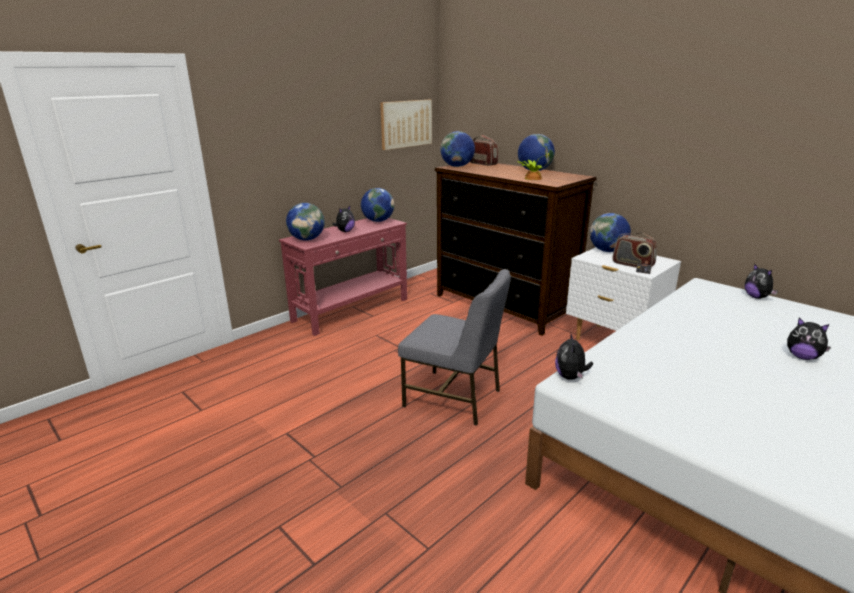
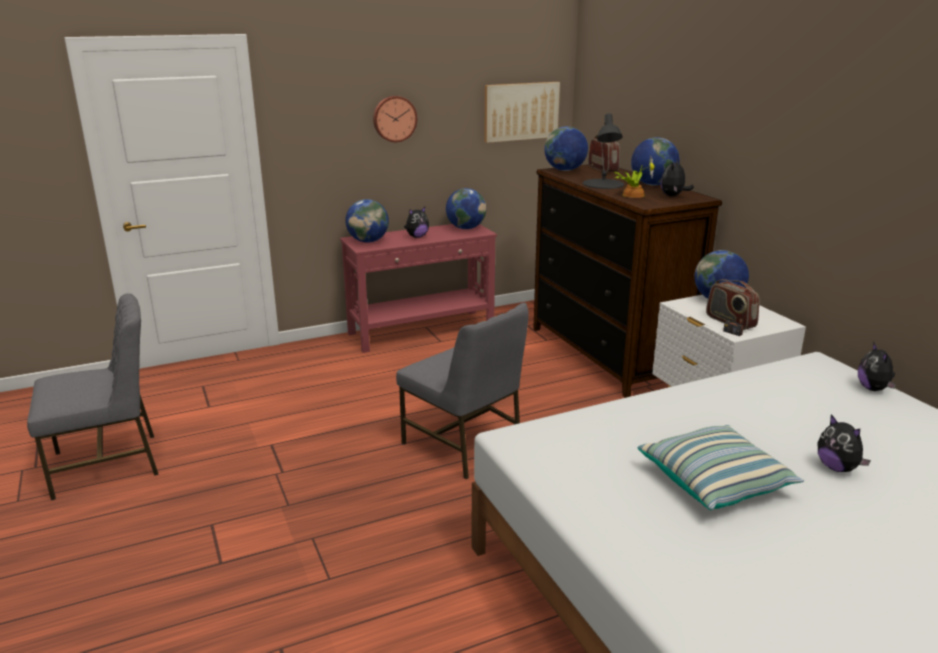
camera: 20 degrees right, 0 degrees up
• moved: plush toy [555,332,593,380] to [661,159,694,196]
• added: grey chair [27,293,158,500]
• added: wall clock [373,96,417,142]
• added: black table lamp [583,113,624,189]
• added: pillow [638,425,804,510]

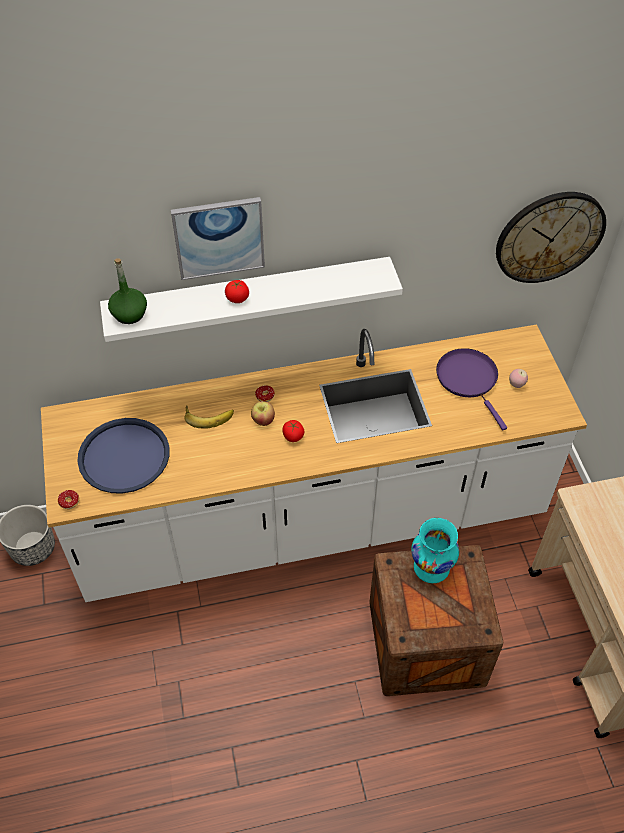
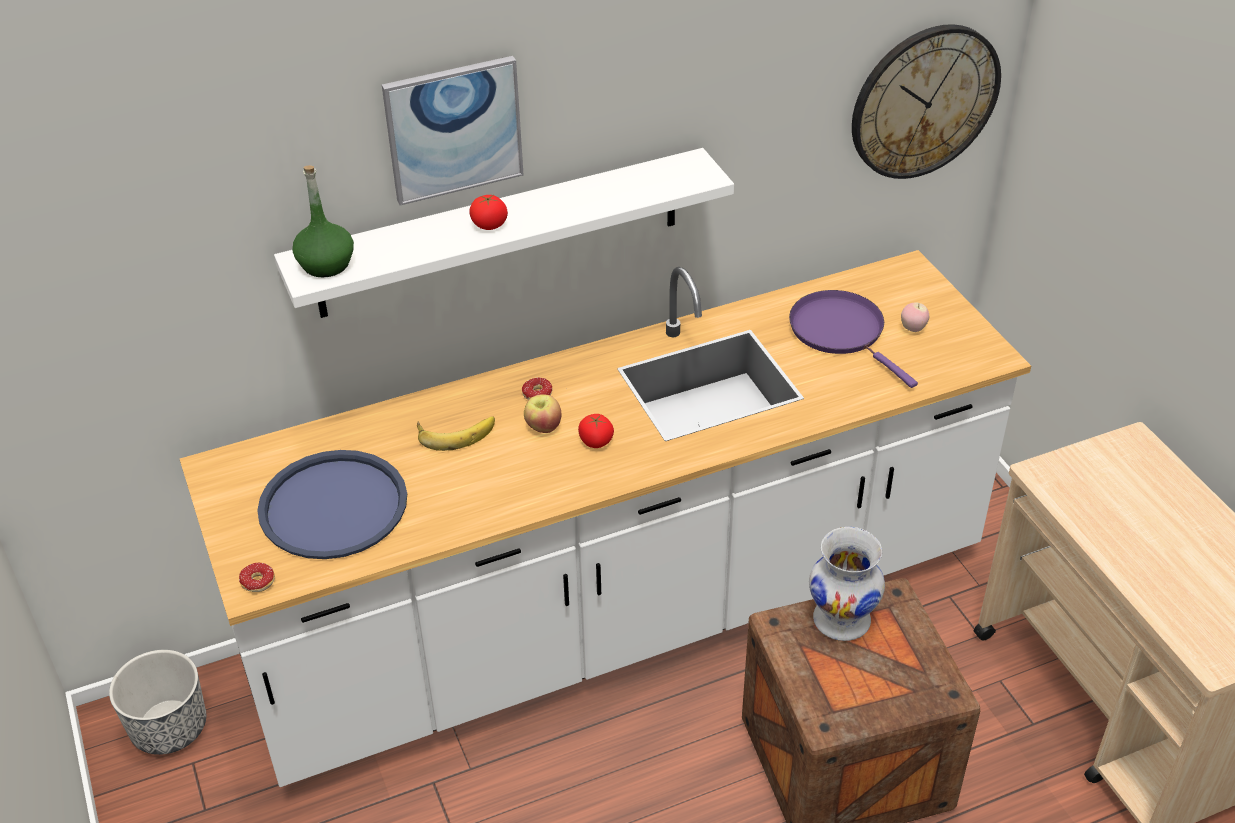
camera: 10 degrees left, 10 degrees down
• recoloured: turquoise vase [411,518,459,583] to white vase [809,527,885,641]

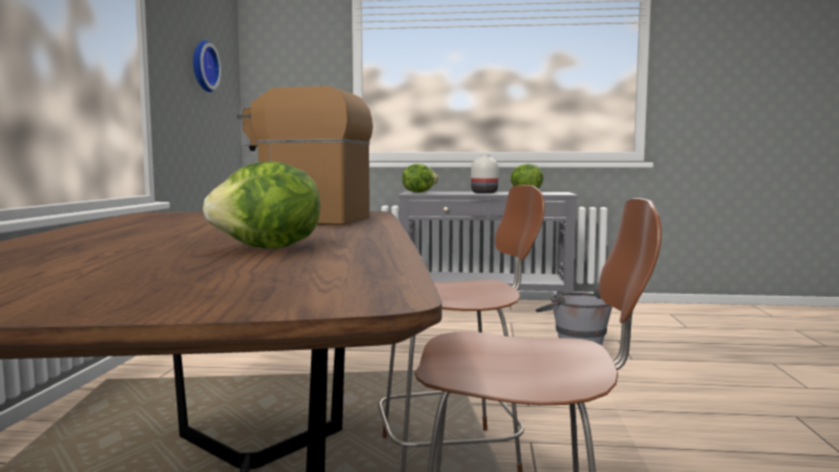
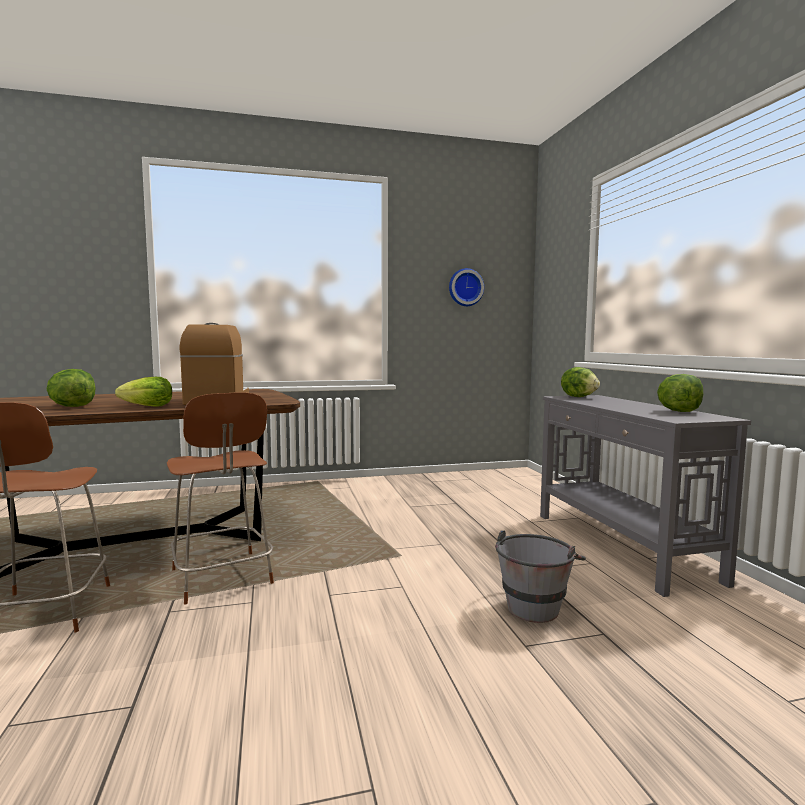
camera: 70 degrees right, 0 degrees up
• removed: white vase [471,155,499,194]
• added: lettuce [115,377,172,407]

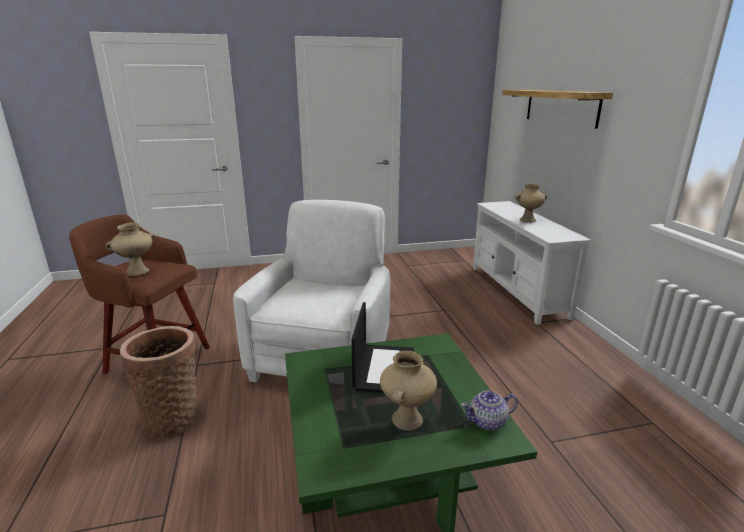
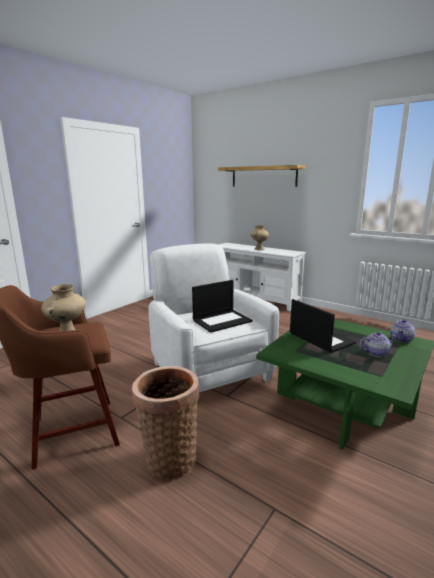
camera: 40 degrees left, 5 degrees down
• replaced: beige vase [380,351,437,431] to teapot [359,332,396,357]
• added: laptop [192,280,253,333]

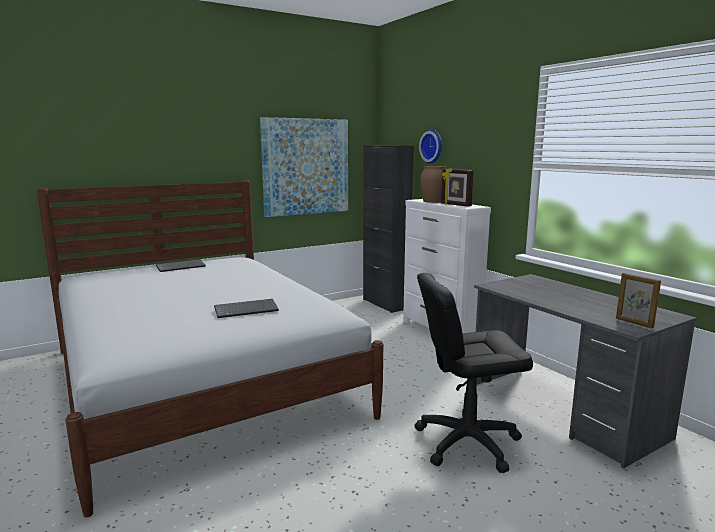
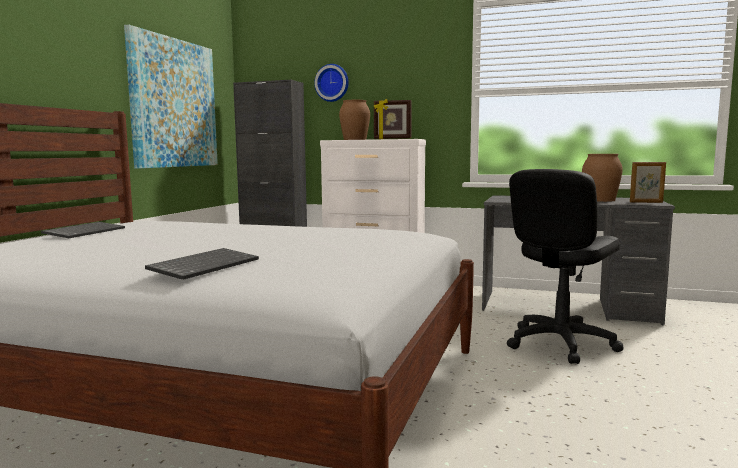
camera: 40 degrees left, 5 degrees down
• moved: keyboard [214,299,279,318] to [145,248,259,280]
• added: brown vase [582,154,623,202]

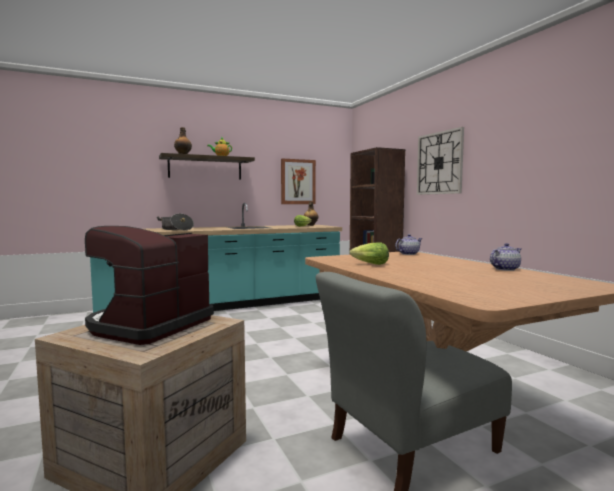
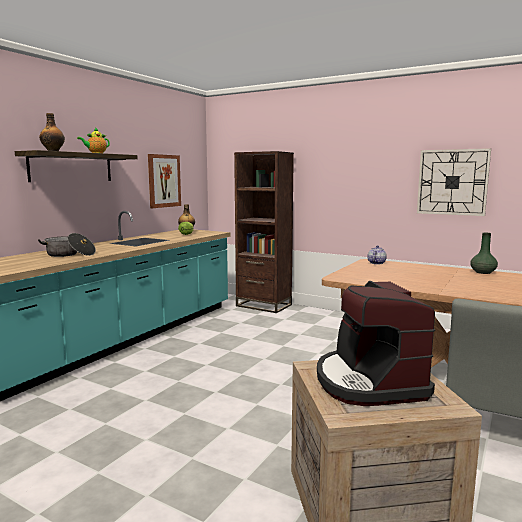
camera: 35 degrees left, 5 degrees up
• removed: lettuce [350,242,389,265]
• moved: wall clock [417,127,464,195] to [417,148,491,216]
• replaced: teapot [490,243,521,271] to green vase [470,233,498,274]

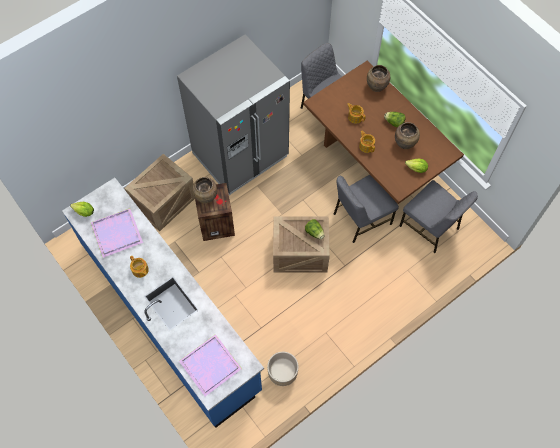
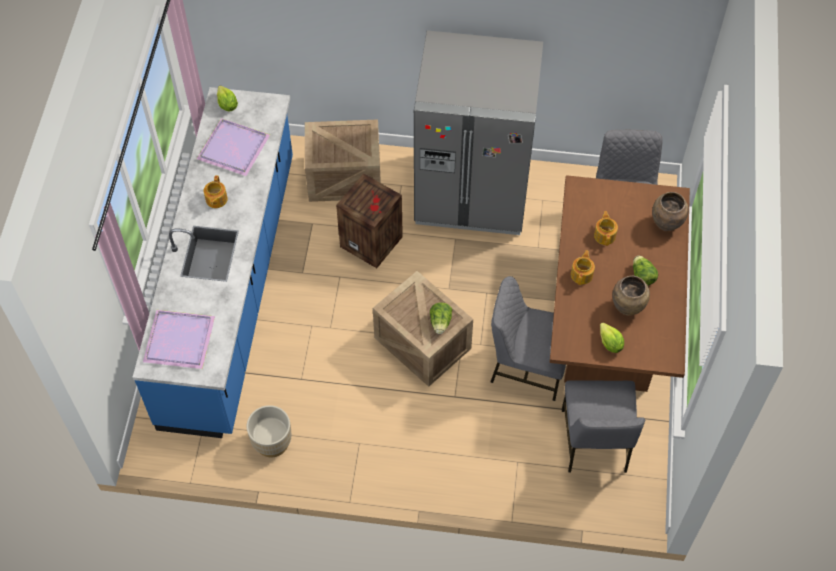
camera: 45 degrees right, 5 degrees down
• removed: brown vase [192,177,217,204]

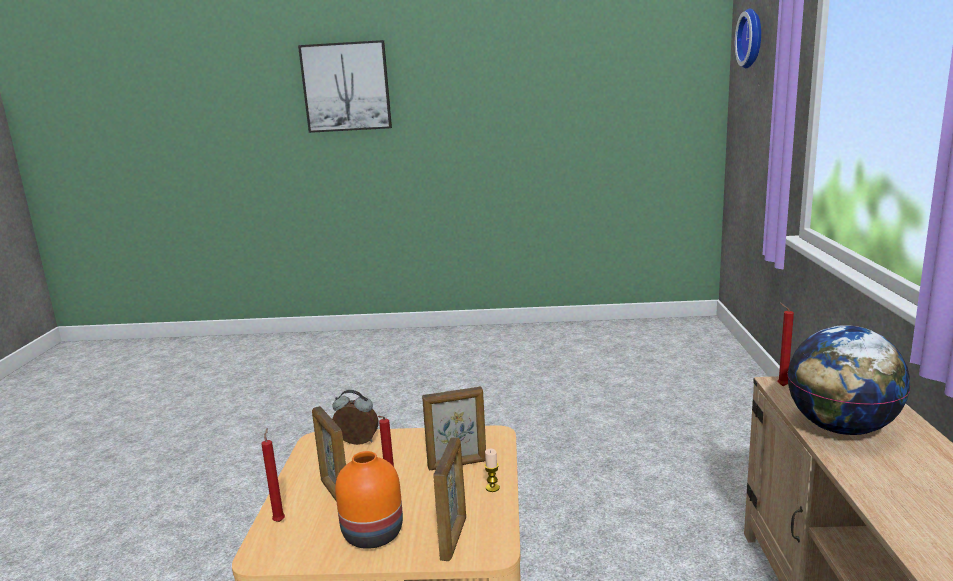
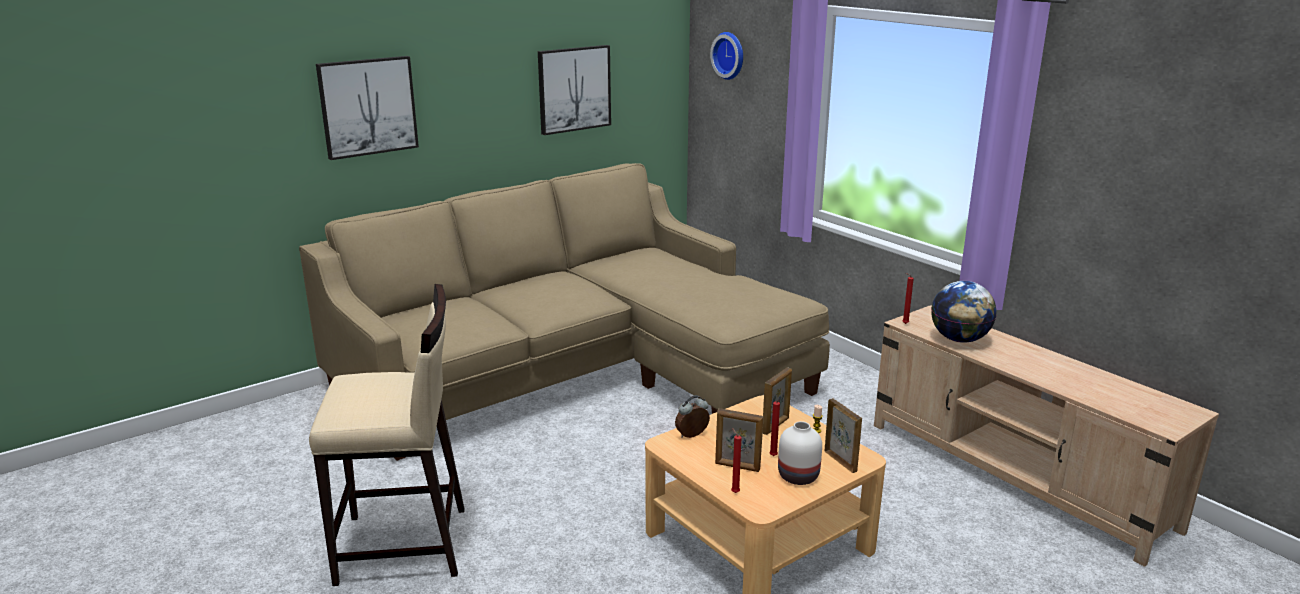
camera: 40 degrees left, 5 degrees up
• recoloured: orange vase [335,451,403,549] to white vase [778,421,822,485]
• added: beige sofa [299,163,830,461]
• added: beige stool [309,284,465,586]
• added: picture [538,45,611,135]

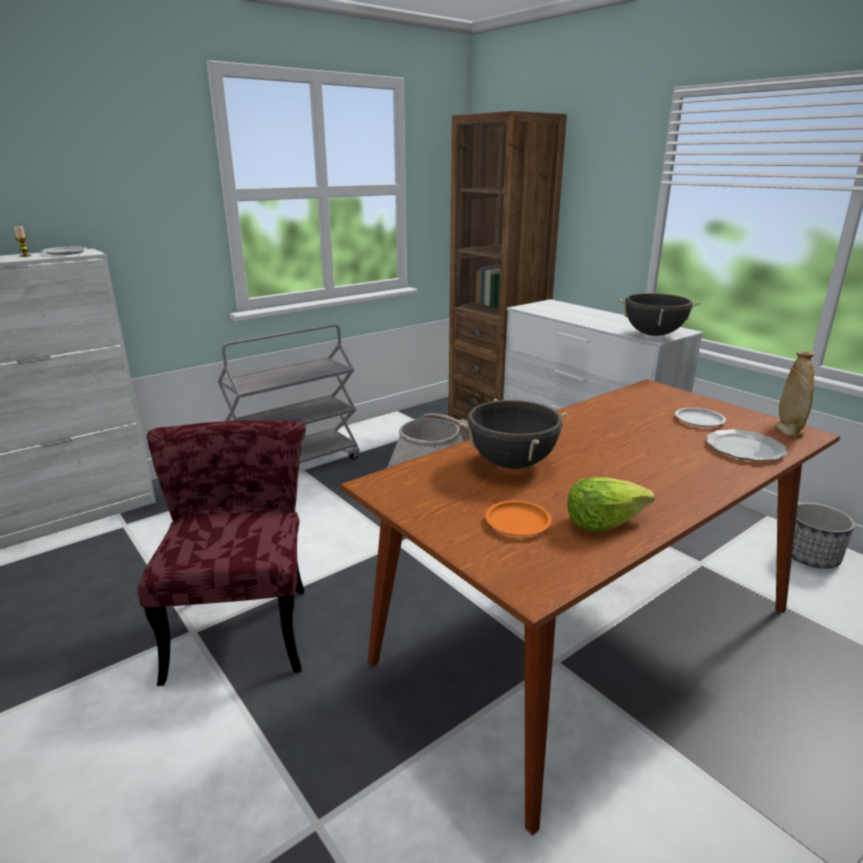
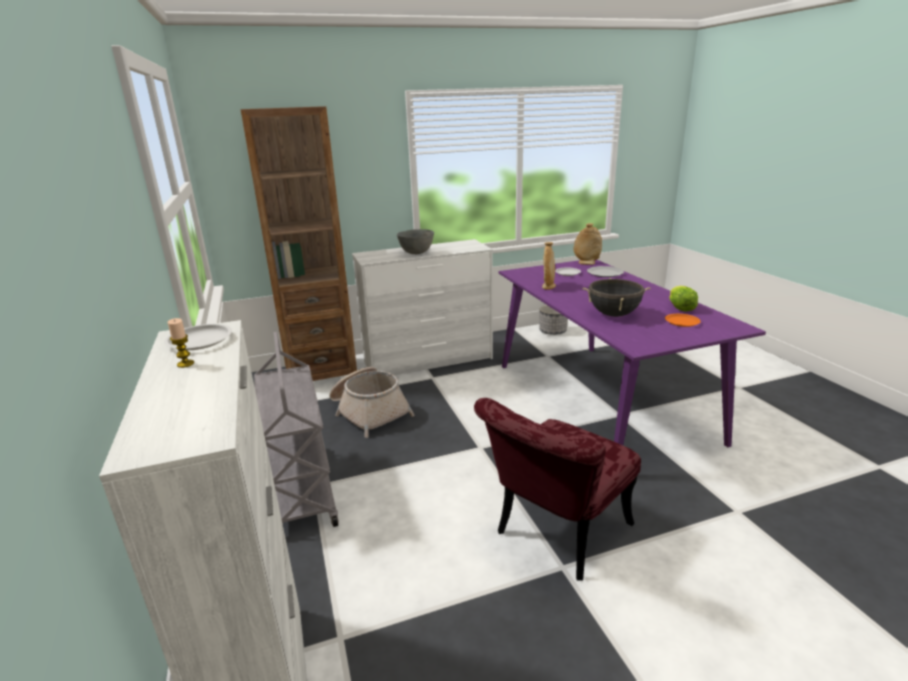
camera: 70 degrees left, 0 degrees up
• turned: red chair [138,420,306,686] = [474,398,641,581] 60 degrees counterclockwise
• recoloured: brown dining table [341,379,840,835] to purple dining table [499,260,766,447]
• removed: black cooking pot [617,293,701,336]
• added: grey bowl [397,229,434,254]
• added: beige vase [542,242,556,290]

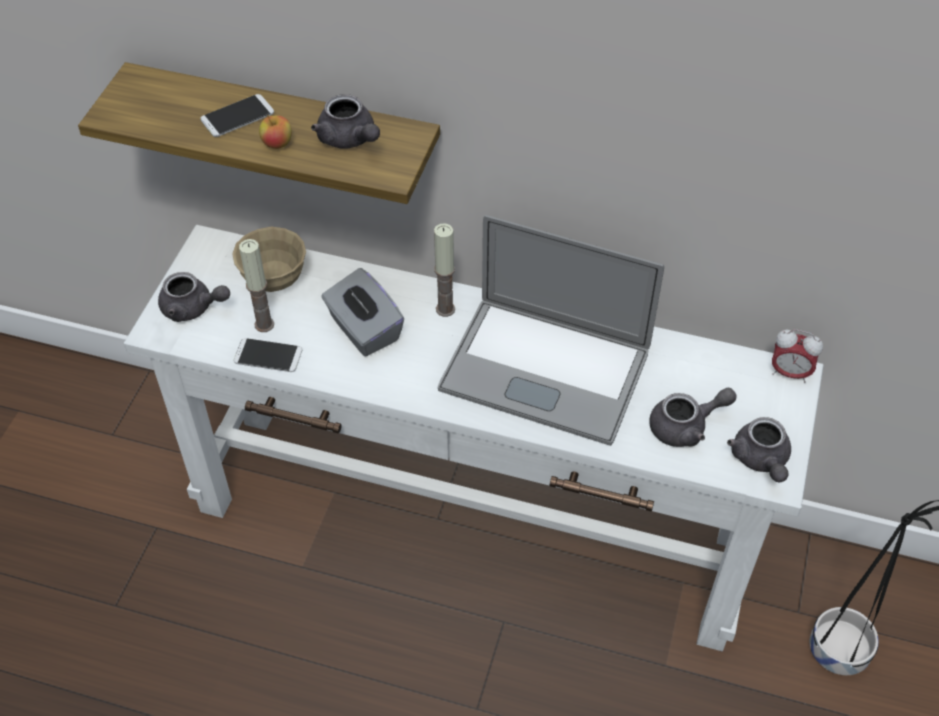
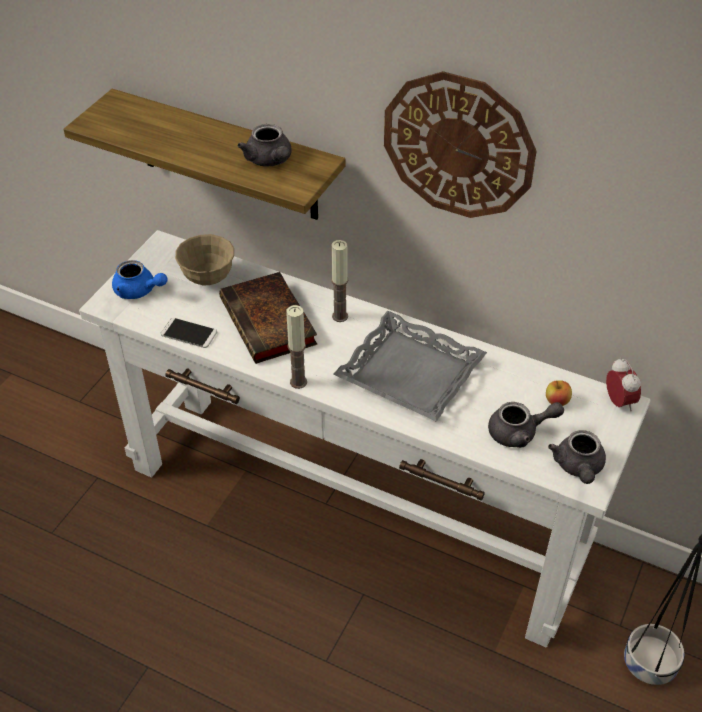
camera: 10 degrees right, 5 degrees down
• recoloured: grey teapot [158,272,230,322] to blue teapot [112,260,168,299]
• removed: phone [200,94,274,137]
• moved: candle [239,239,274,332] to [286,305,307,389]
• moved: apple [259,115,292,149] to [546,380,572,406]
• replaced: grey tissue box [321,268,404,356] to book [219,272,317,364]
• replaced: laptop [438,215,664,446] to grey tray [333,311,487,422]
• turned: alarm clock [772,329,823,383] = [606,358,641,411] 135 degrees counterclockwise
• added: wall clock [384,71,537,218]

